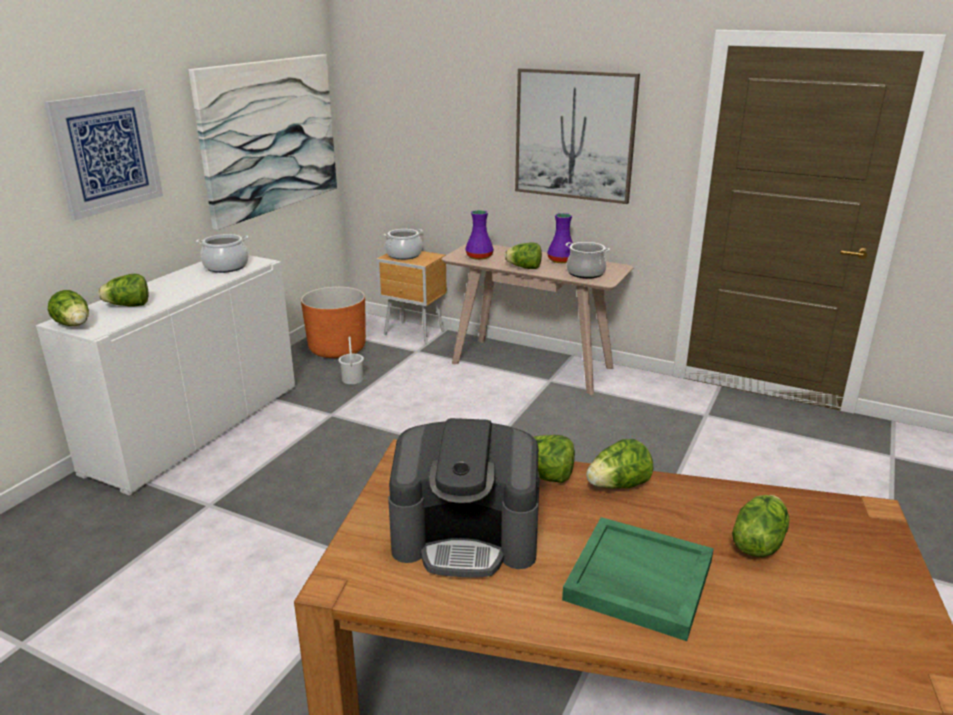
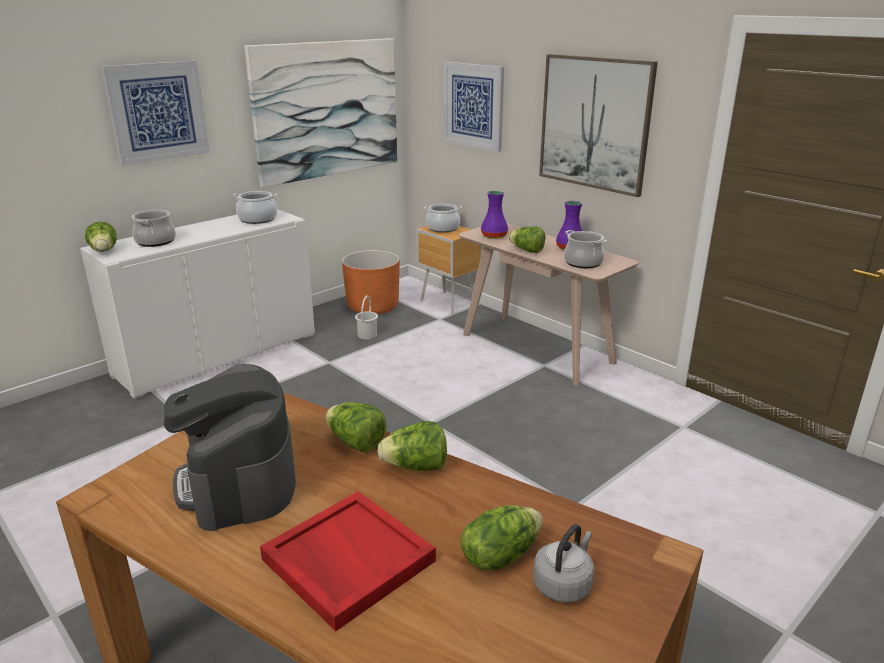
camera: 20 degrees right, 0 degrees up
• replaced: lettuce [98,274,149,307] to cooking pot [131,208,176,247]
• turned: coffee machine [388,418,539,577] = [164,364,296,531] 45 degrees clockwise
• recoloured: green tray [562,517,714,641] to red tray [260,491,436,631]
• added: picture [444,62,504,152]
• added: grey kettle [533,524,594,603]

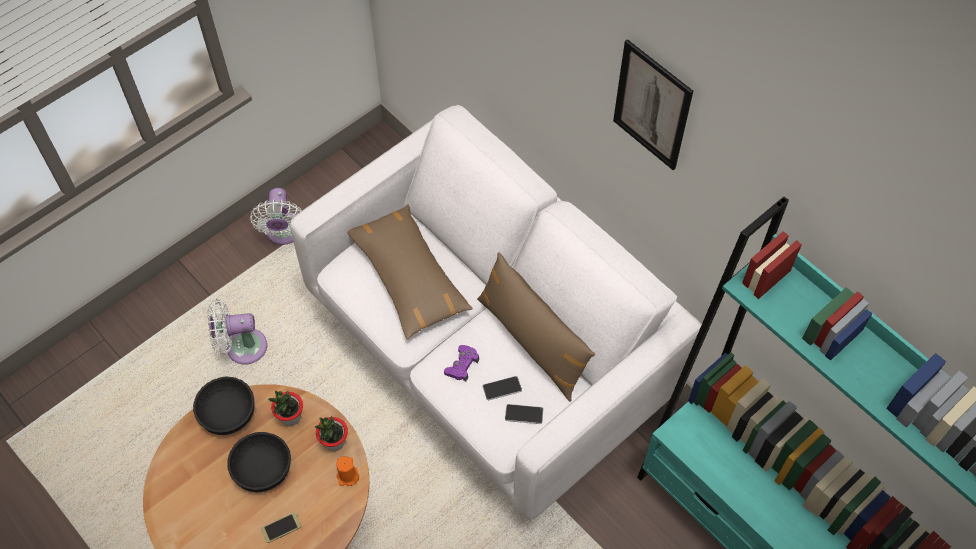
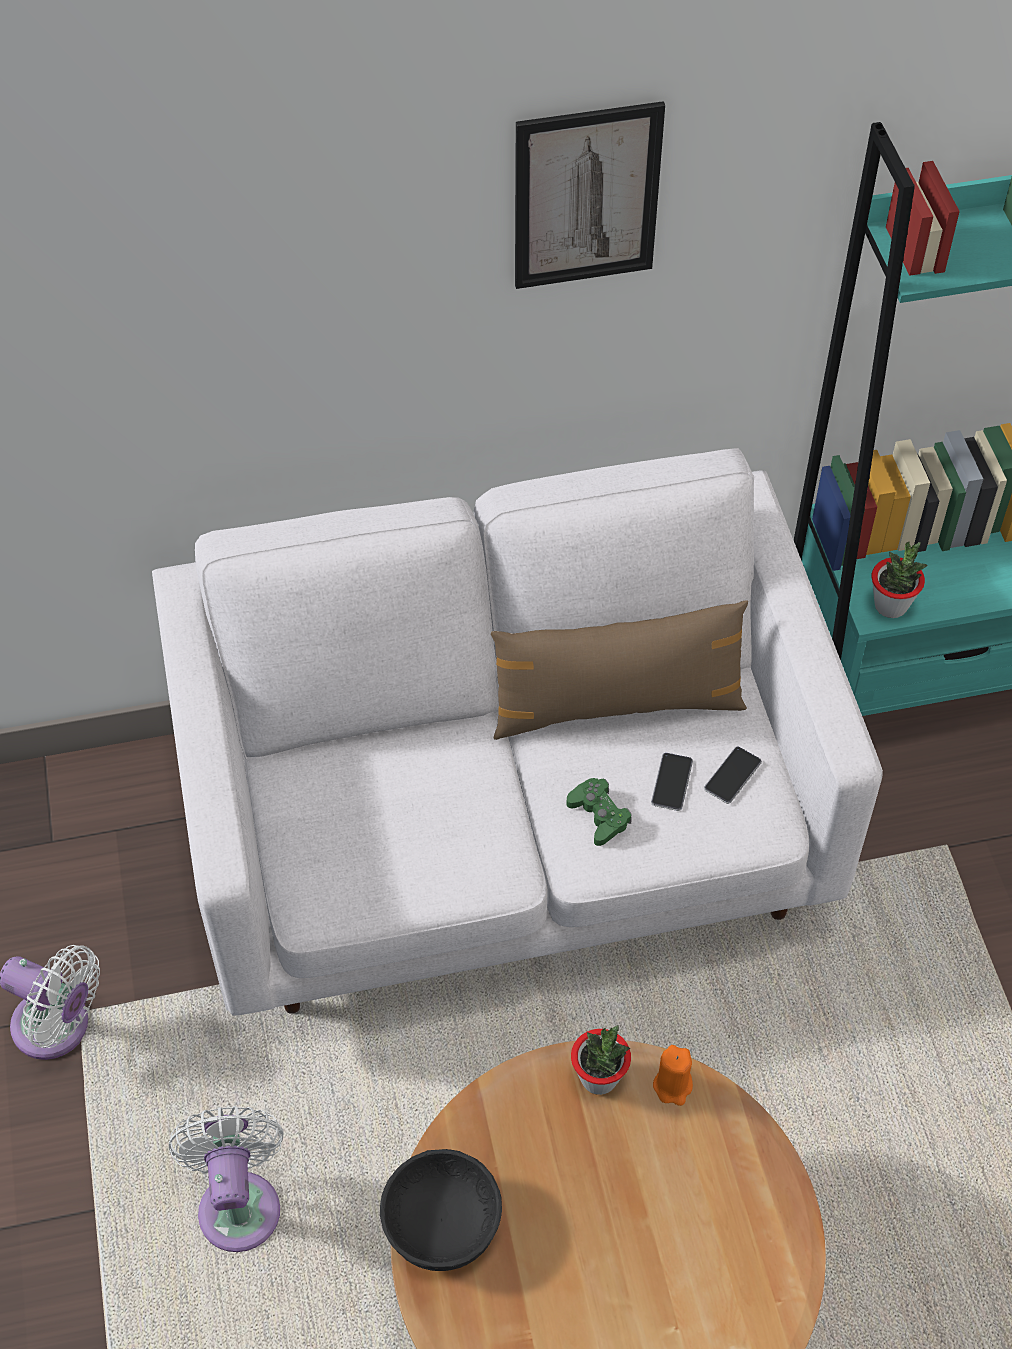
camera: 60 degrees left, 5 degrees down
• turned: white fan [207,298,267,364] = [169,1106,284,1252] 150 degrees clockwise
• removed: black bowl [227,432,291,492]
• removed: phone [261,512,301,543]
• moved: potted plant [268,391,303,426] to [872,542,928,618]
• removed: brown pillow [347,205,473,340]
• recoloured: purple game controller [444,345,479,382] to green game controller [566,778,632,846]

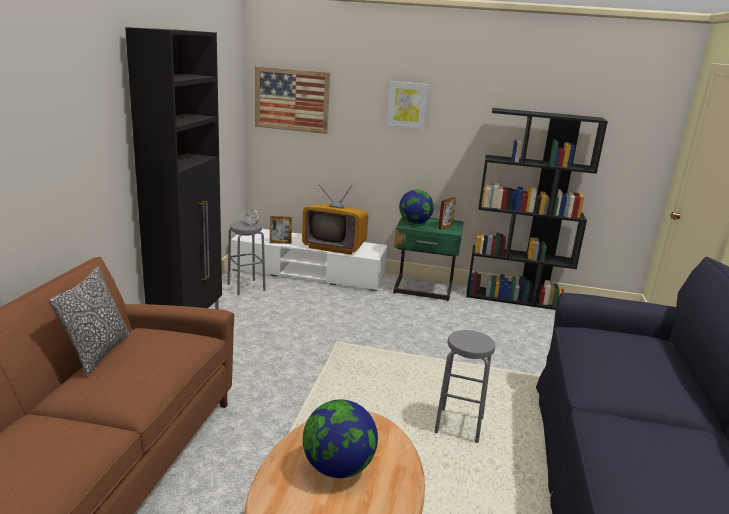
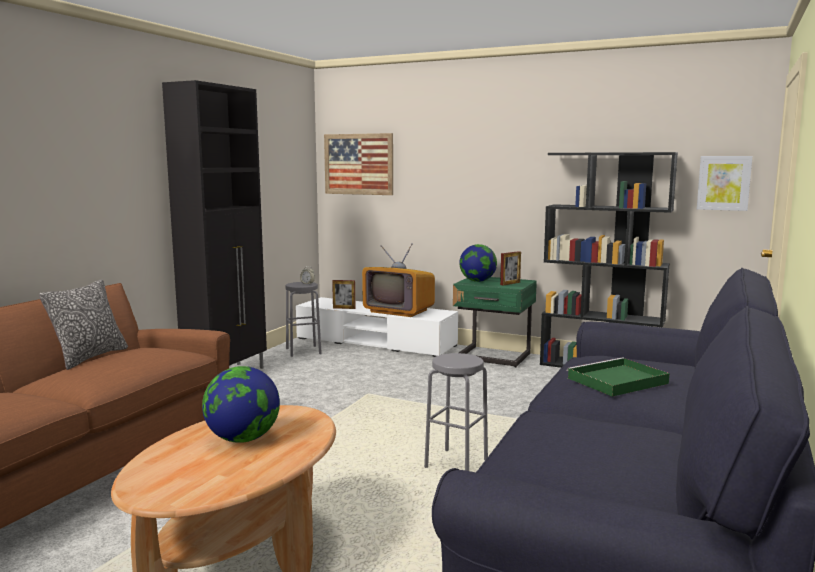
camera: 15 degrees right, 10 degrees down
• moved: picture [387,81,429,129] to [697,156,753,211]
• added: green tray [567,358,669,397]

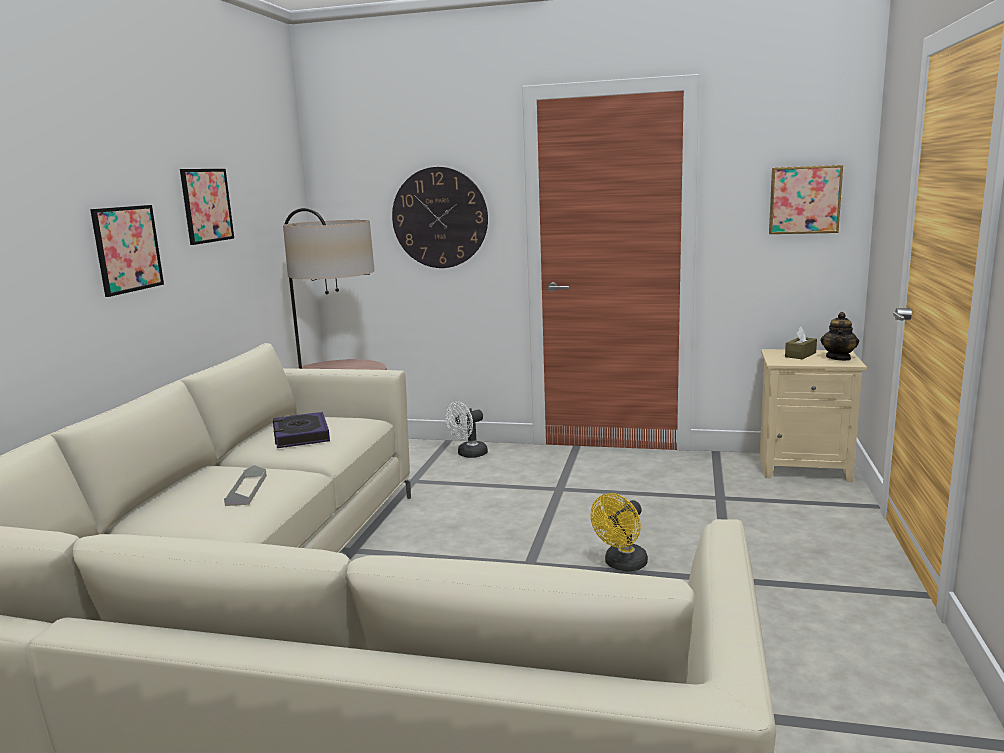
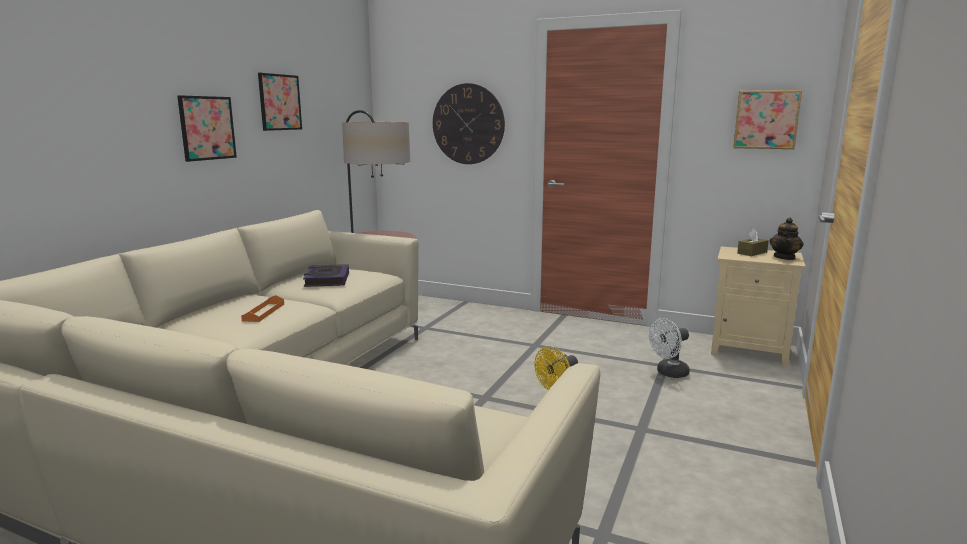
camera: 10 degrees right, 0 degrees up
• recoloured: grey tray [224,465,267,506] to orange tray [241,295,284,322]
• moved: white fan [446,401,488,458] to [649,318,690,378]

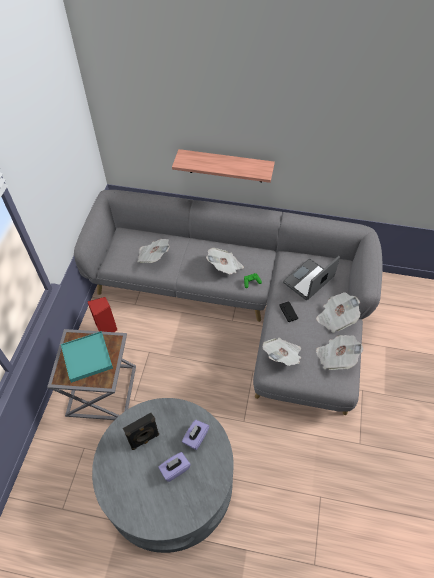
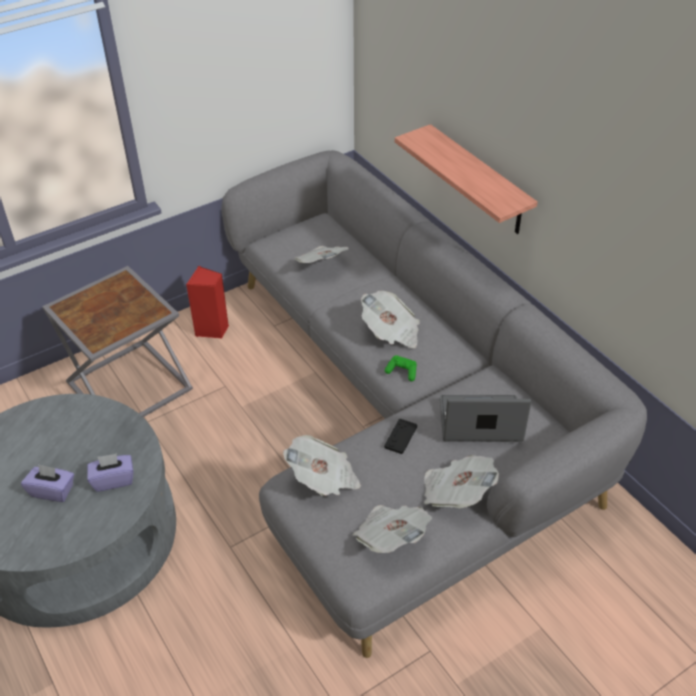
camera: 45 degrees right, 10 degrees down
• removed: turquoise tray [61,331,113,383]
• removed: black speaker [123,413,159,450]

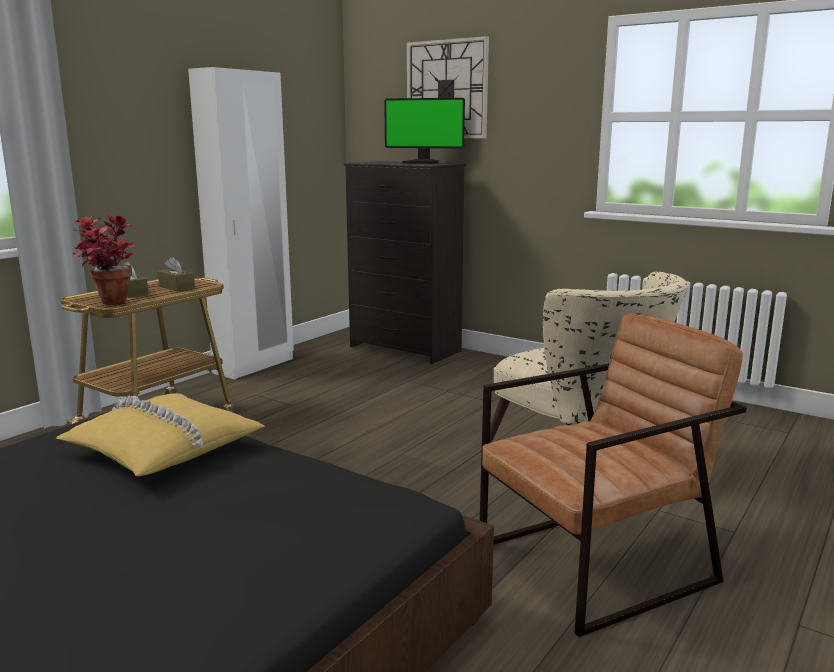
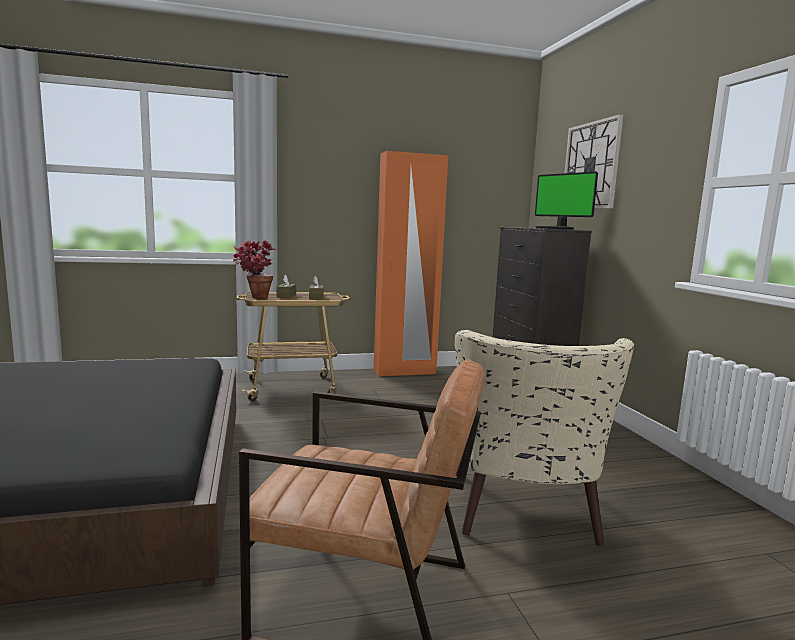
camera: 40 degrees right, 5 degrees down
• removed: yellow pillow [56,393,265,476]
• recoloured: white wardrobe [188,67,294,380] to orange wardrobe [374,151,448,376]

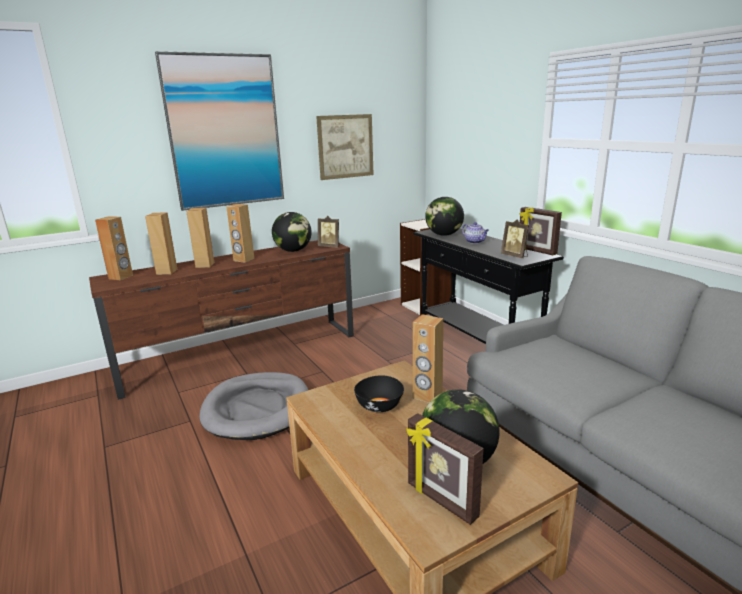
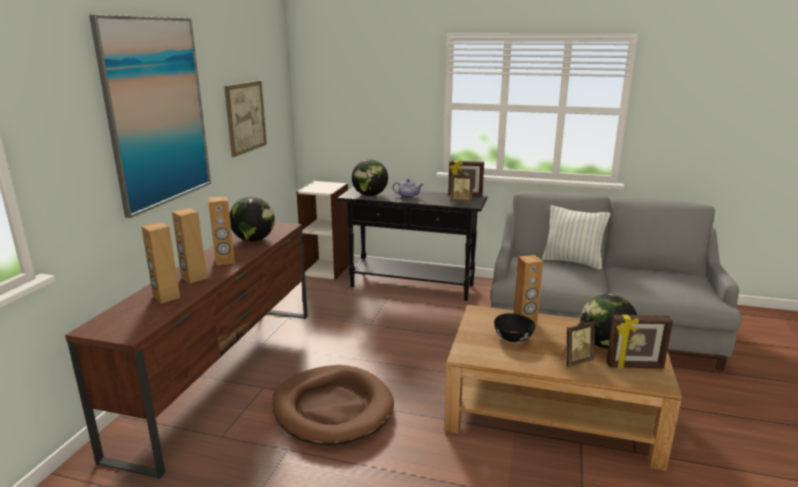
camera: 45 degrees left, 0 degrees up
• removed: brown speaker [95,216,133,280]
• recoloured: grey dog bed [199,372,308,440] to brown dog bed [272,365,394,445]
• moved: picture frame [318,216,340,248] to [561,320,595,367]
• added: pillow [542,205,610,269]

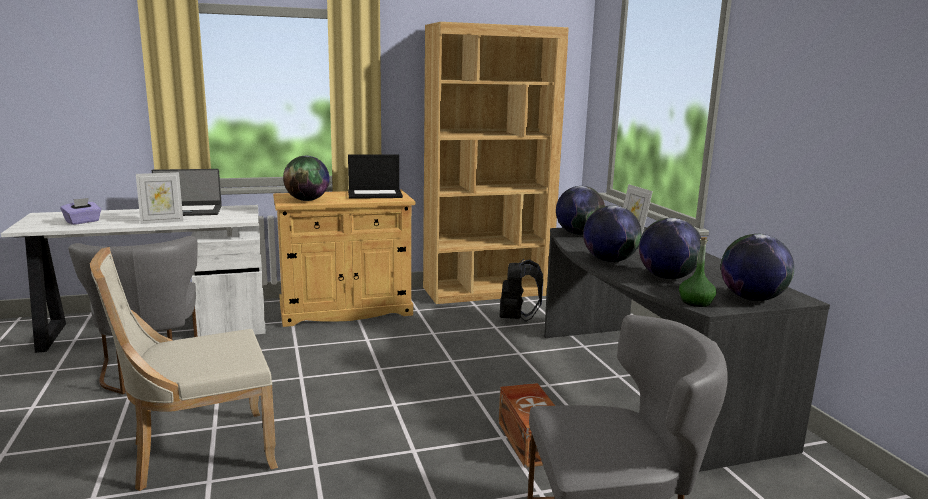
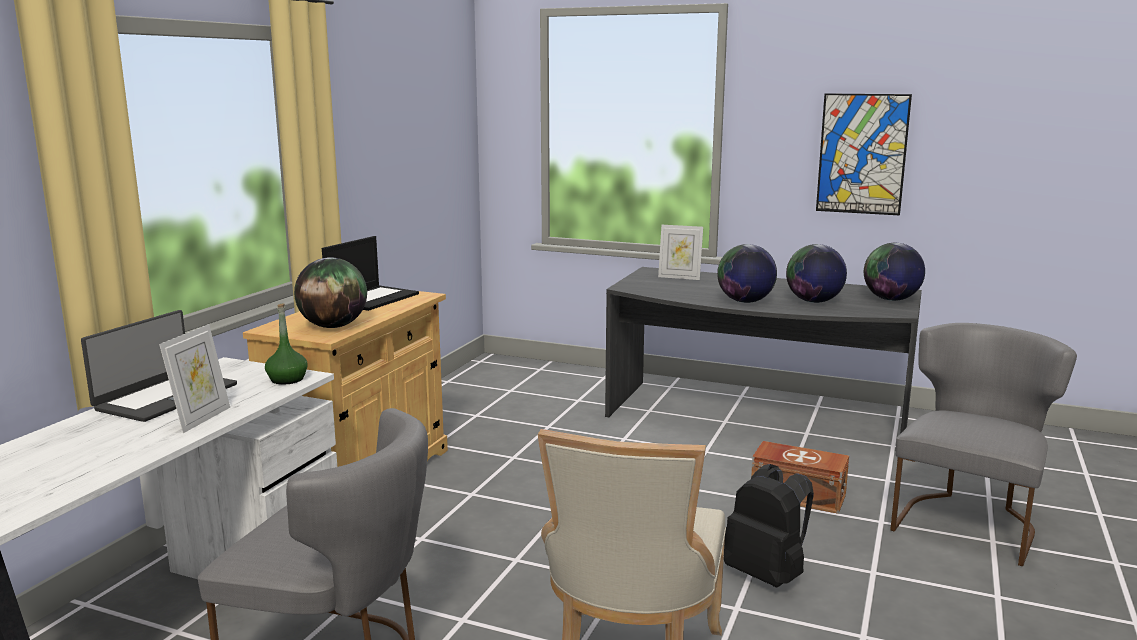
camera: 50 degrees left, 0 degrees up
• removed: purple tissue box [60,198,101,225]
• removed: brown bookcase [423,22,569,304]
• moved: black backpack [500,259,543,321] to [724,464,814,587]
• removed: globe [556,186,605,235]
• moved: green bottle [679,237,716,307] to [265,303,308,385]
• added: picture [816,93,912,215]

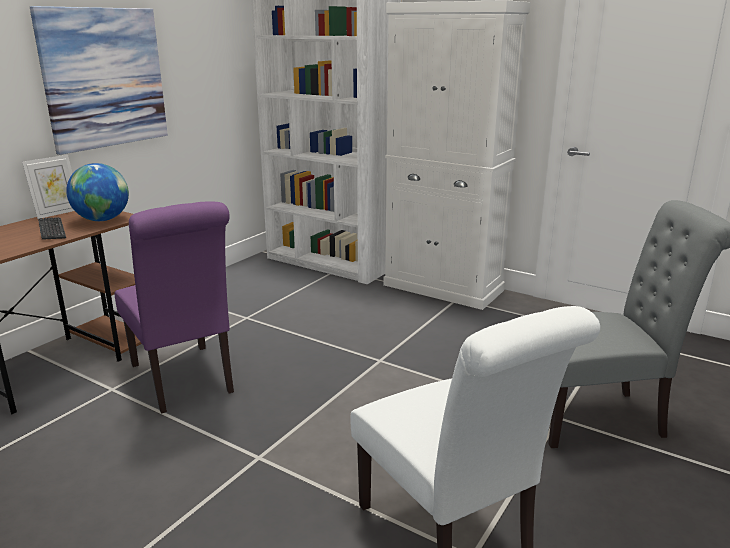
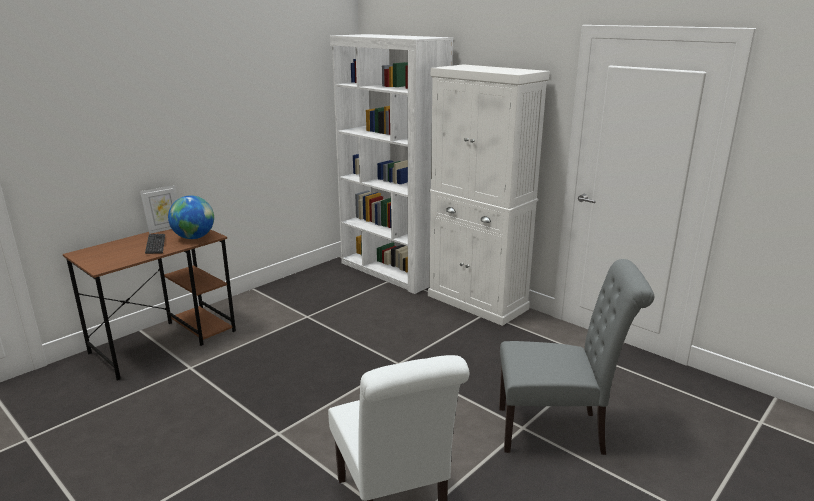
camera: 10 degrees right, 0 degrees up
• removed: picture [30,6,168,155]
• removed: purple chair [114,201,234,414]

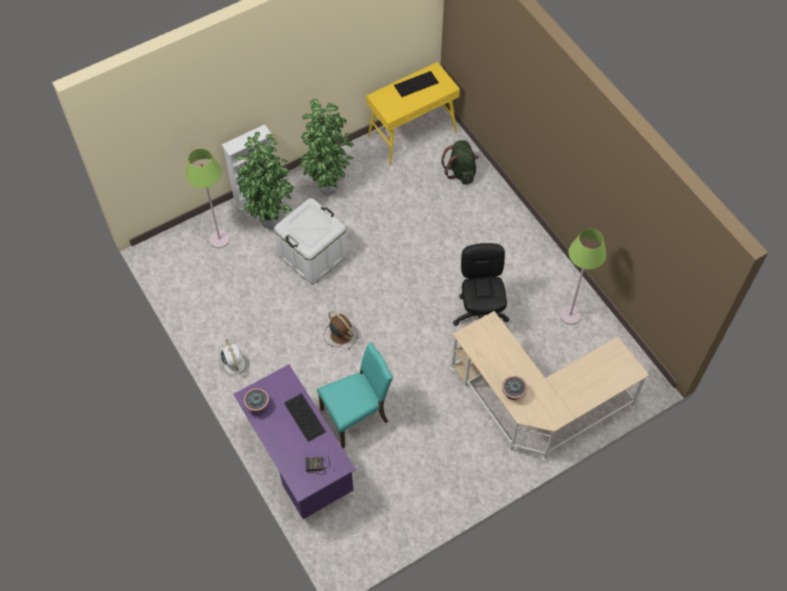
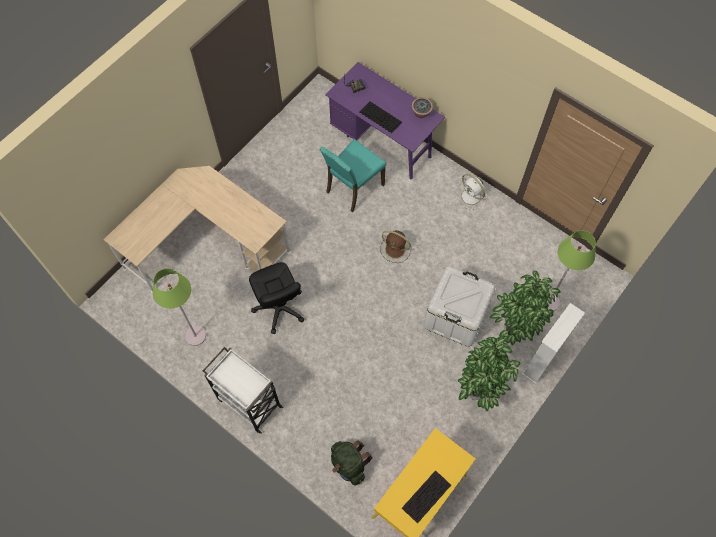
camera: 160 degrees right, 5 degrees up
• removed: potted plant [502,376,527,400]
• added: white cart [203,347,283,434]

